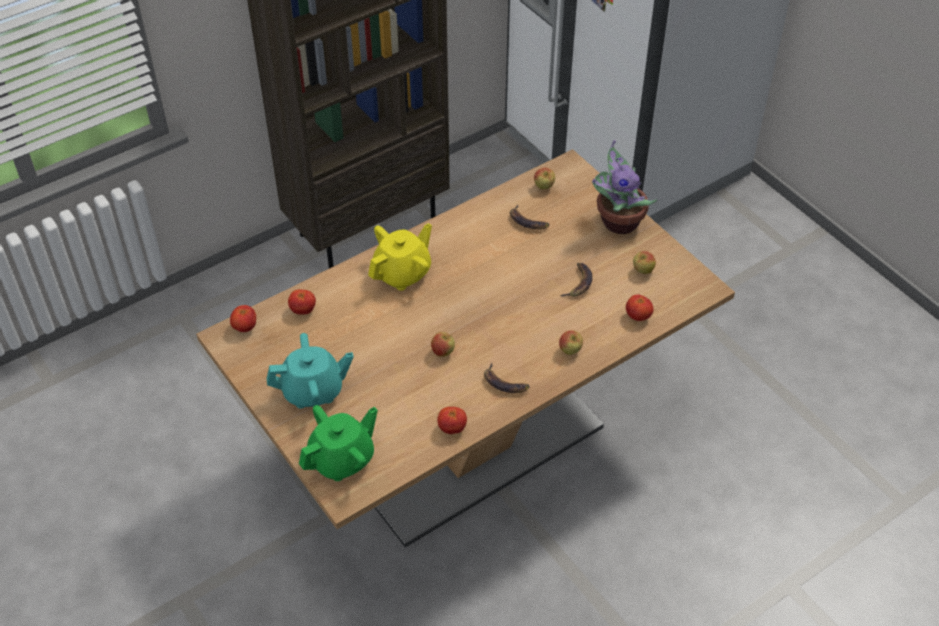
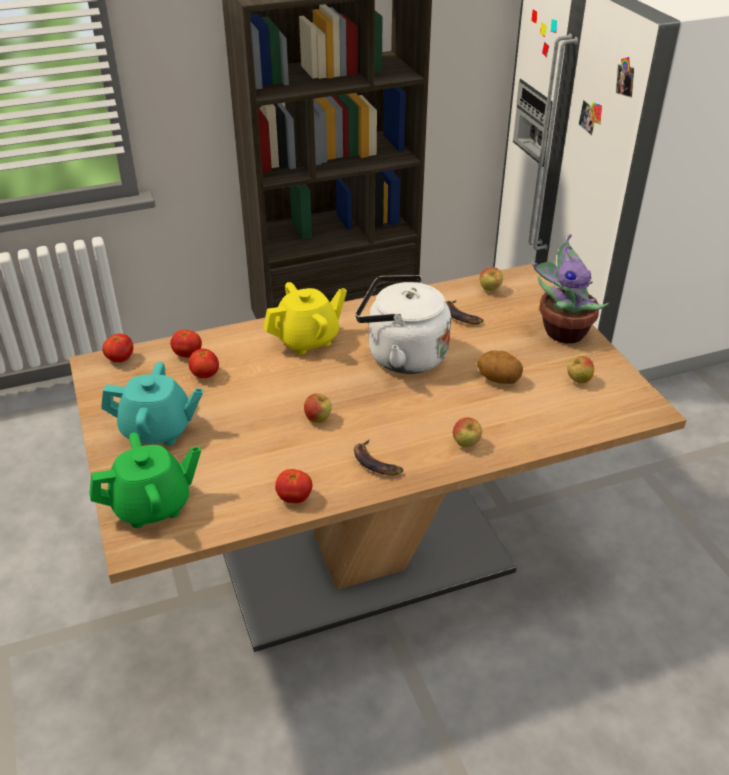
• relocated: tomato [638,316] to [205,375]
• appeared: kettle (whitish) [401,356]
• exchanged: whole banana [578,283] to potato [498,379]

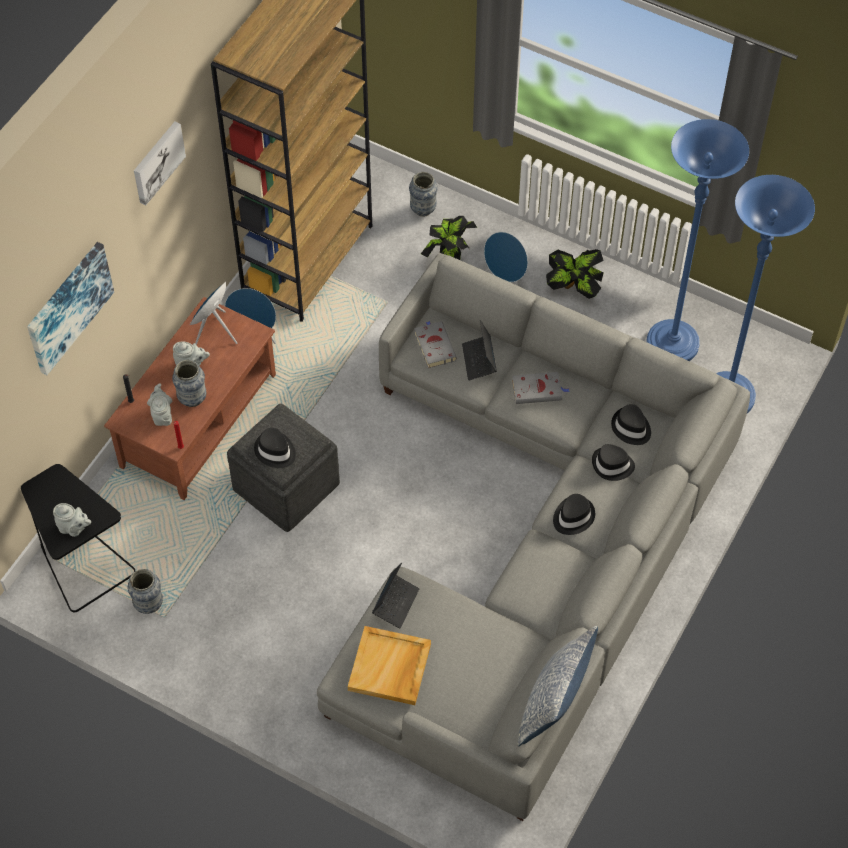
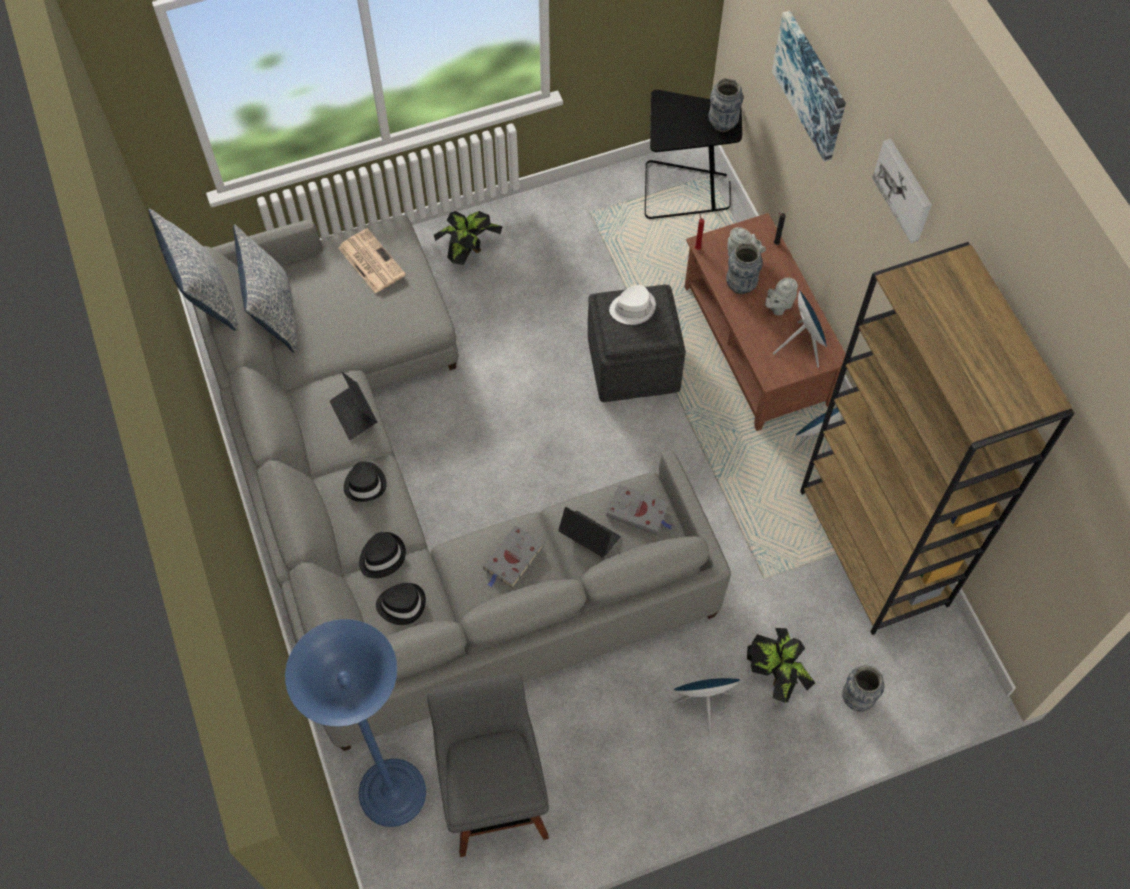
• appeared: cushion [274,313]
• relocated: notebook computer [395,603] to [354,414]
• exchanged: serving tray (beige) [390,668] to printed paper [370,261]
• exchanged: standard lamp (blue-coloured) [672,344] to sitting stool (gray) [495,796]
• relocated: plant in a pot [574,289] to [469,252]
• colour: hat (blackish) [275,451] to hat (whitish) [632,308]
• relocated: flower vase [148,604] to [722,124]
• missing: tea pot (gray) [74,528]

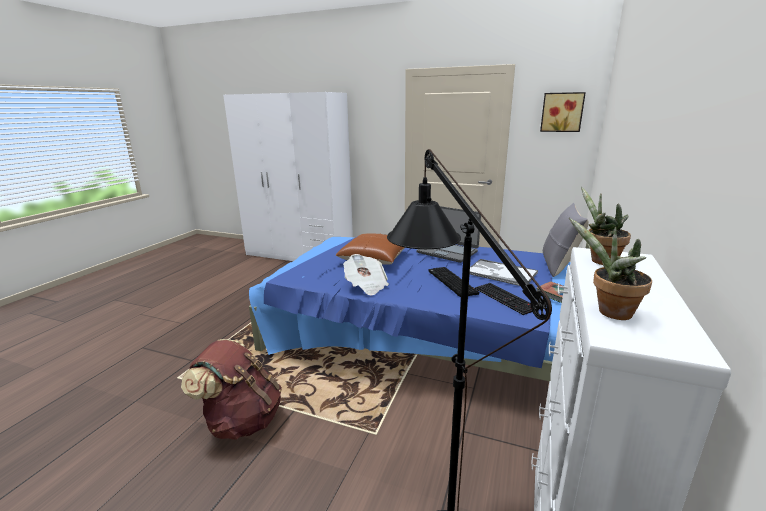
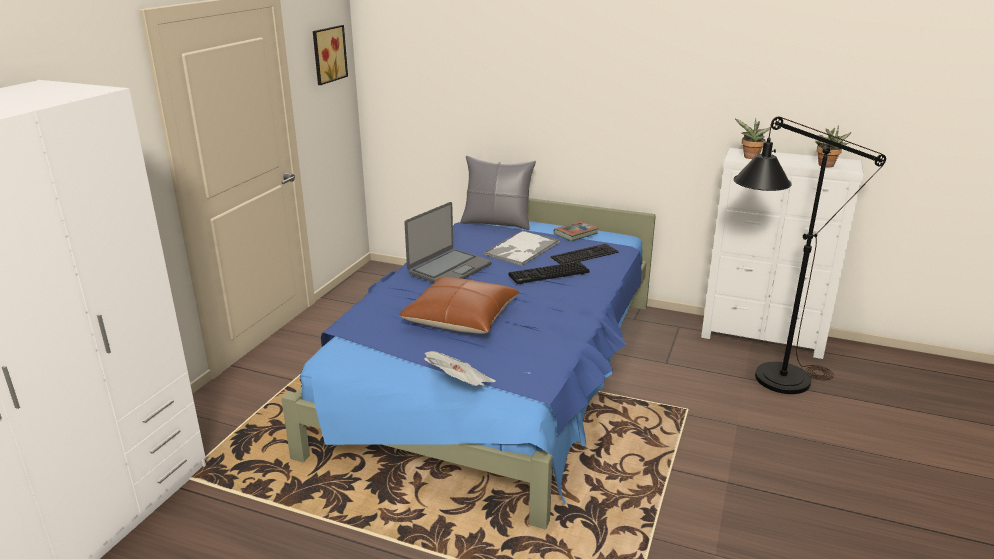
• relocated: printed paper [366,285] to [460,385]
• missing: knapsack (brownish) [242,420]

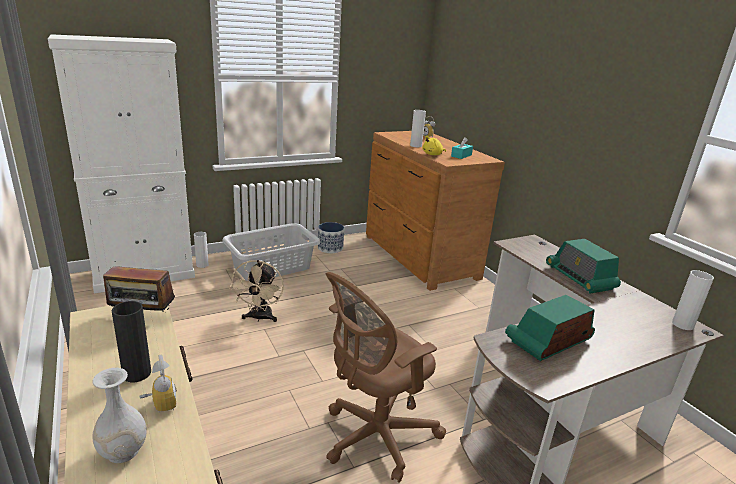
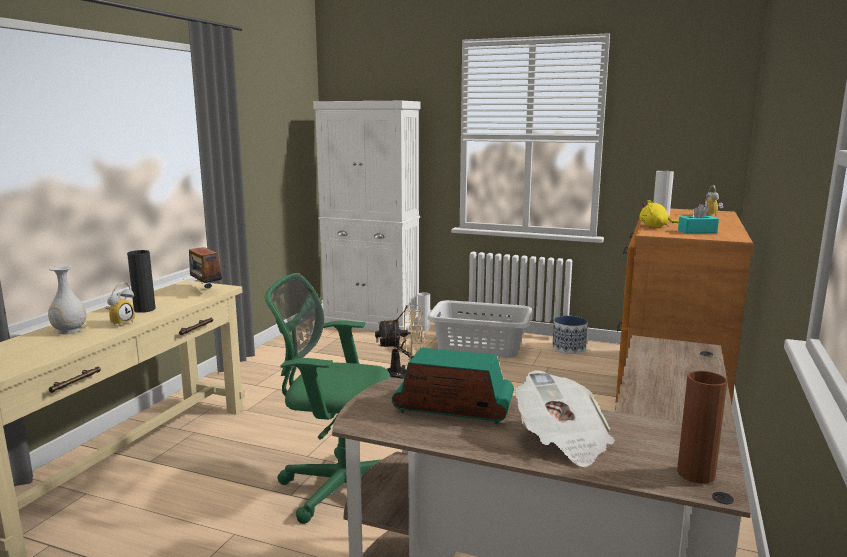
• colour: desk chair (brownish) [375,437] to desk chair (green-coloured) [340,488]
• spun: electric fan (beige) [259,318] = [402,376] 150 degrees counterclockwise
• appeared: printed paper [563,441]
• colour: flower vase (whitish) [682,324] to flower vase (brownish) [695,474]
• missing: radio receiver [580,278]

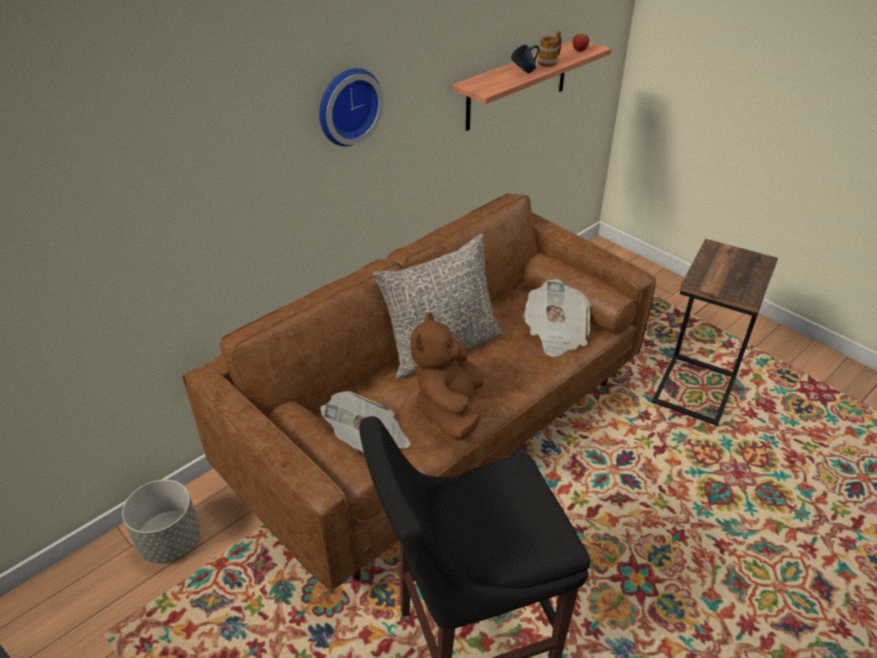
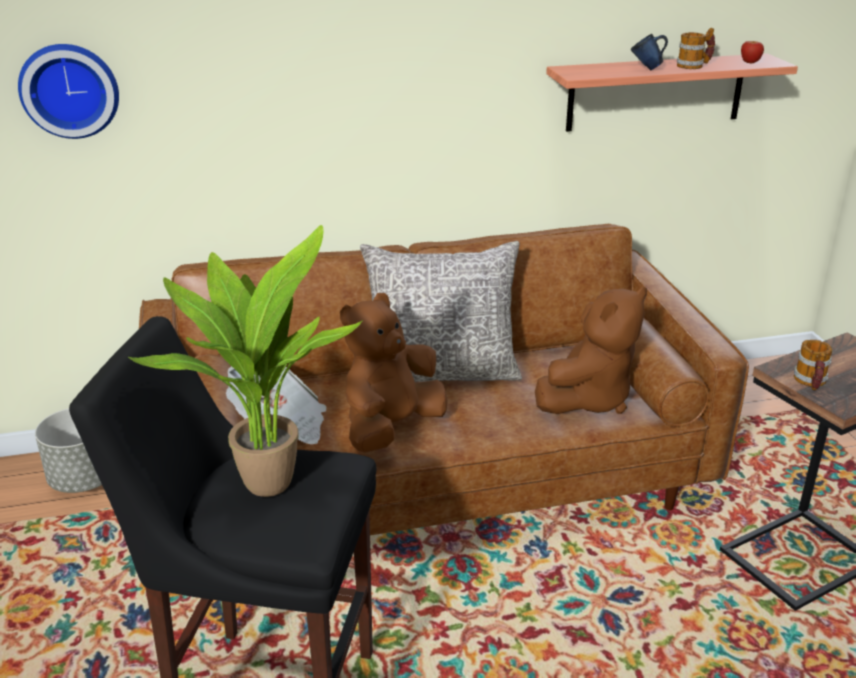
• relocated: clock on the wall [347,105] to [70,89]
• appeared: plant in a pot [265,480]
• exchanged: printed paper [555,333] to cuddly toy (brownish) [588,398]
• appeared: coffee mug [810,382]

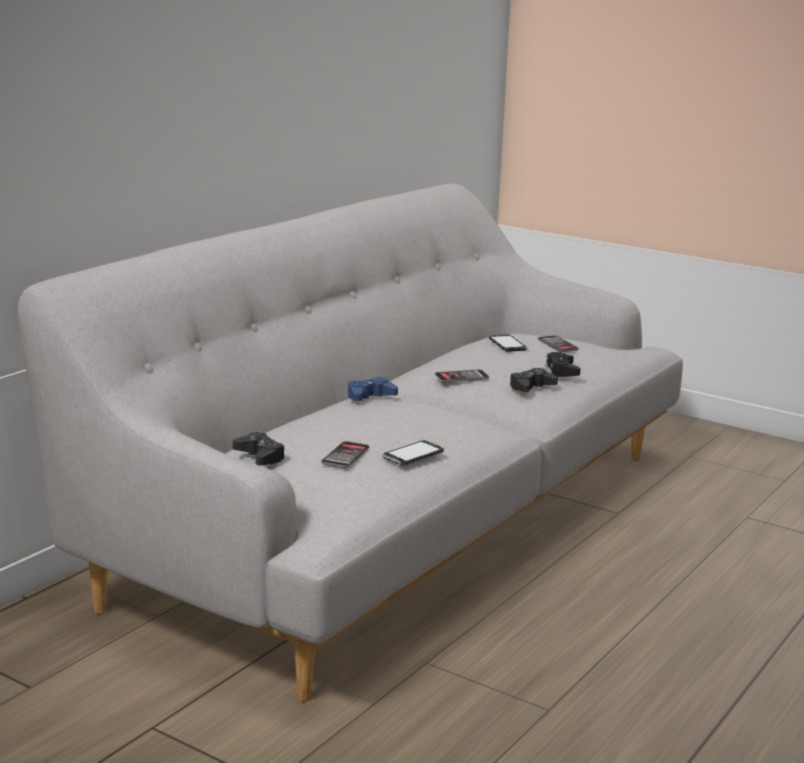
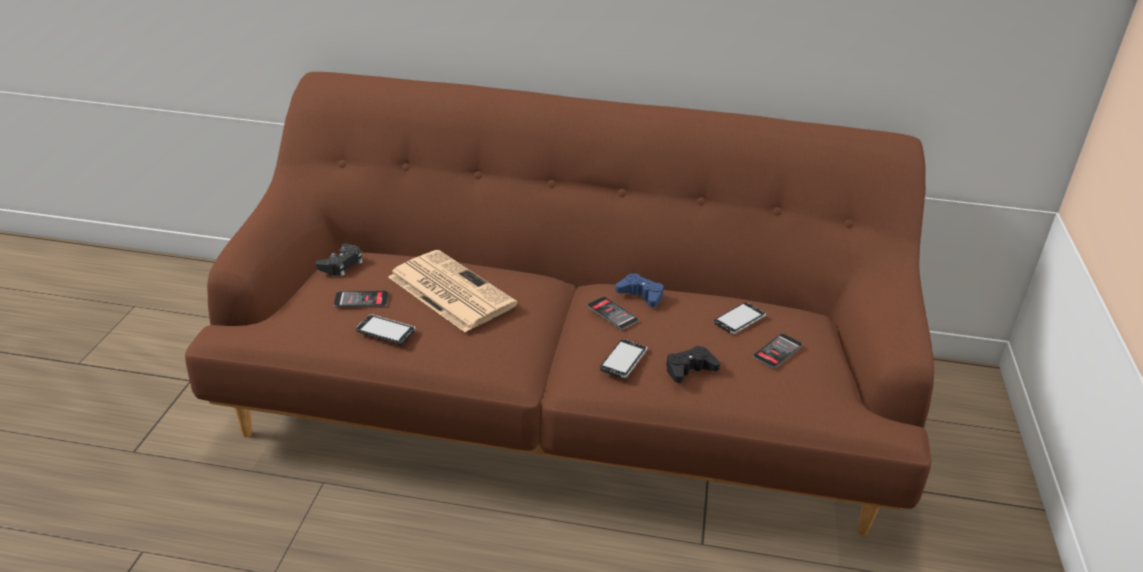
• colour: settee (gray) [397,521] to settee (brownish) [566,400]
• appeared: printed paper [449,291]
• exchanged: joypad (blackish) [531,387] to telephone [623,360]
• relocated: joypad (blue-coloured) [370,396] to [641,295]

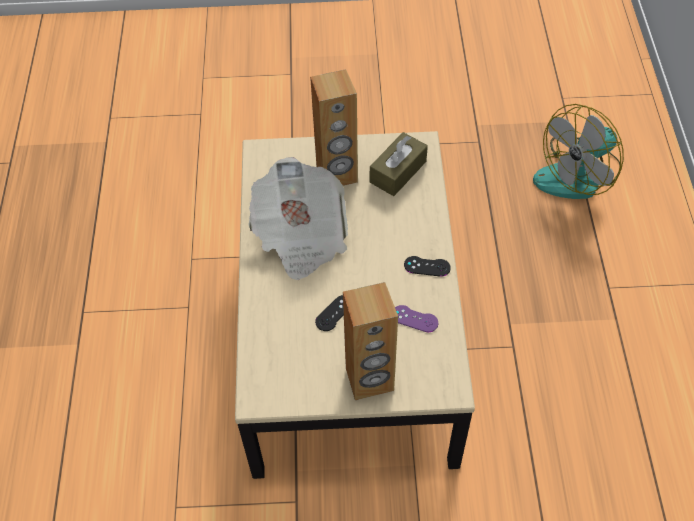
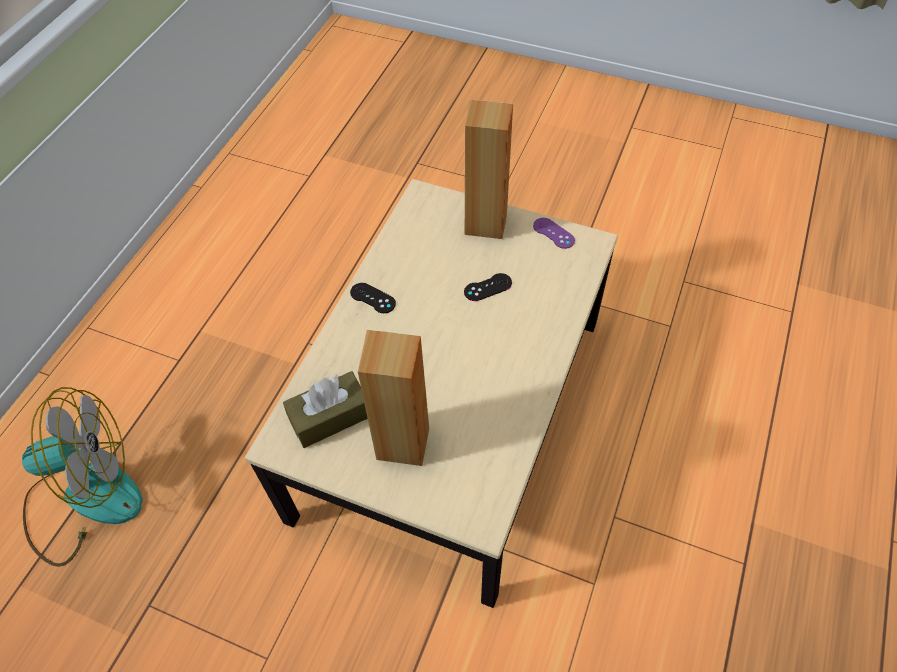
• relocated: joypad (purplish) [414,319] to [553,233]
• missing: printed paper [300,236]

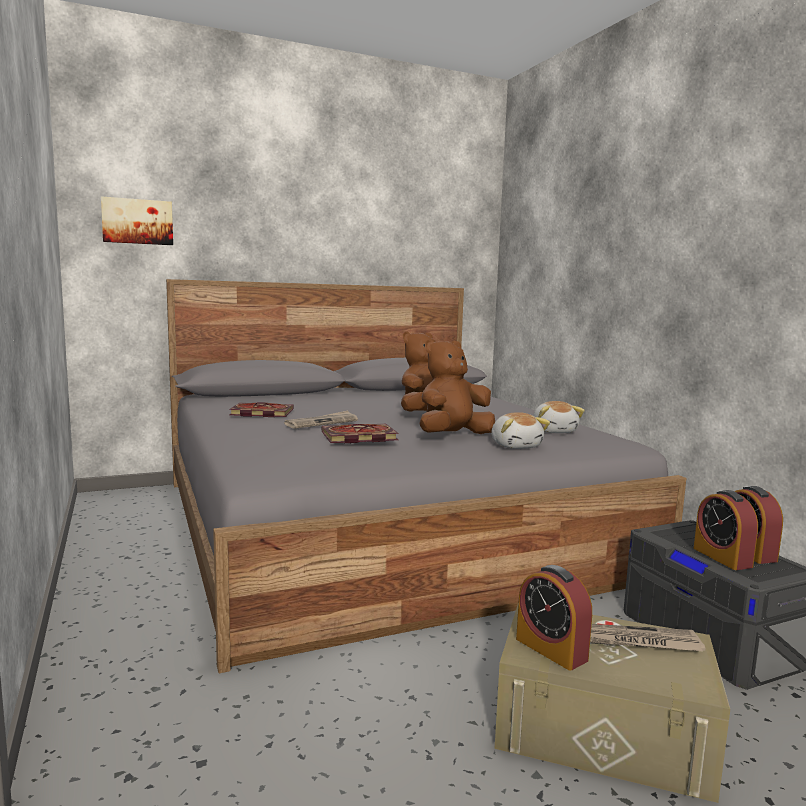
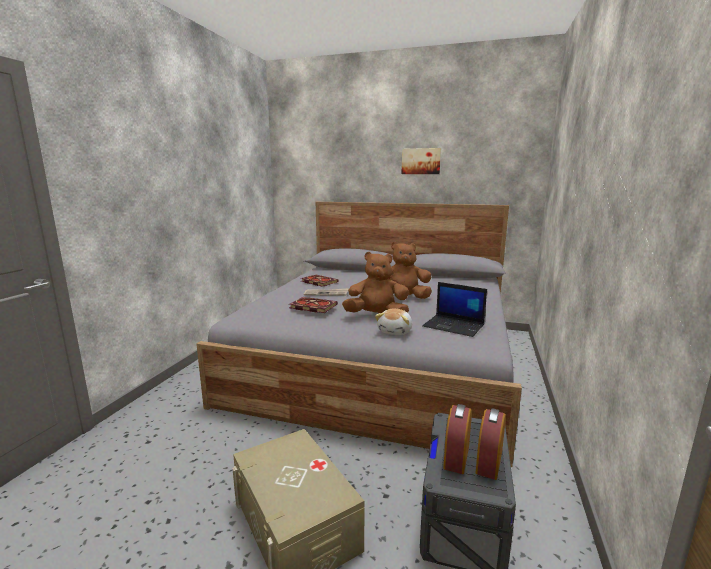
• relocated: picture [137,221] to [421,161]
• exchanged: cuddly toy [554,431] to notebook computer [454,326]
• missing: table clock [551,649]
• missing: printed paper [638,642]

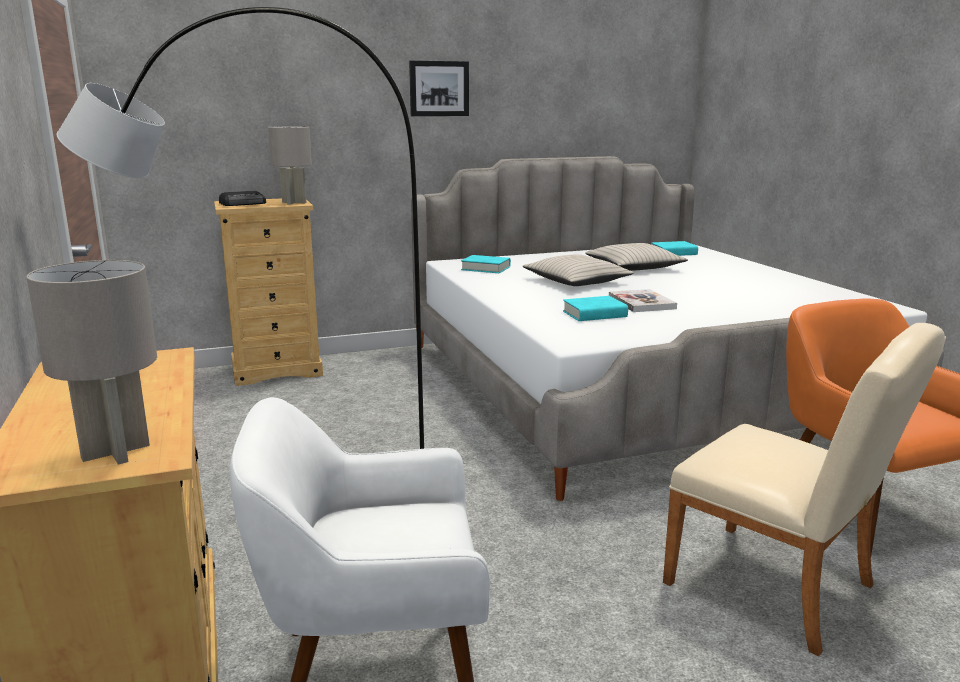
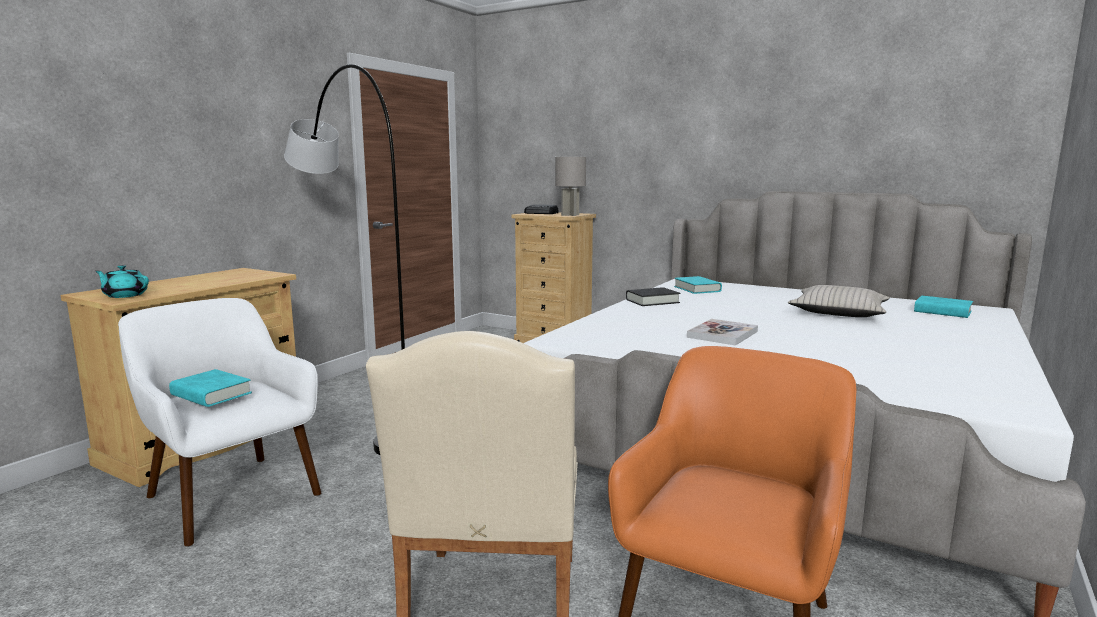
• exchanged: table lamp (gray) [115,452] to tea pot (turquoise) [125,295]
• relocated: bound book (turquoise) [594,314] to [211,394]
• appeared: bound book (blackish) [652,301]
• missing: picture [439,88]
• missing: cushion (beige) [576,281]

